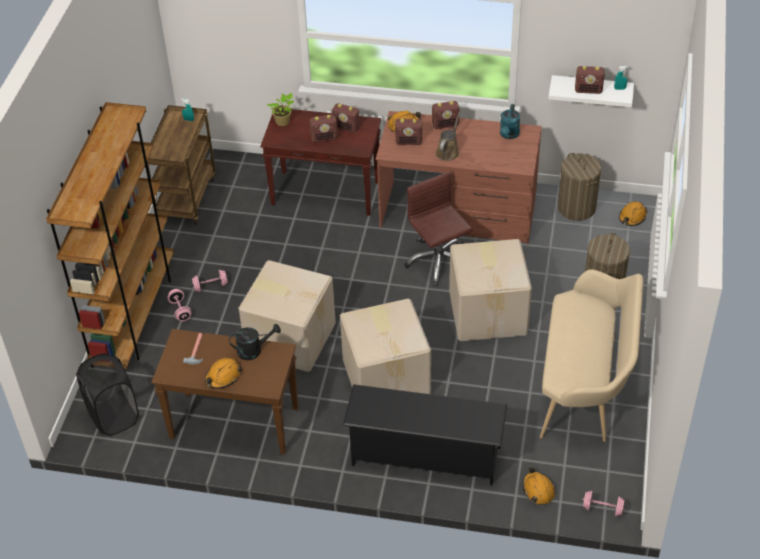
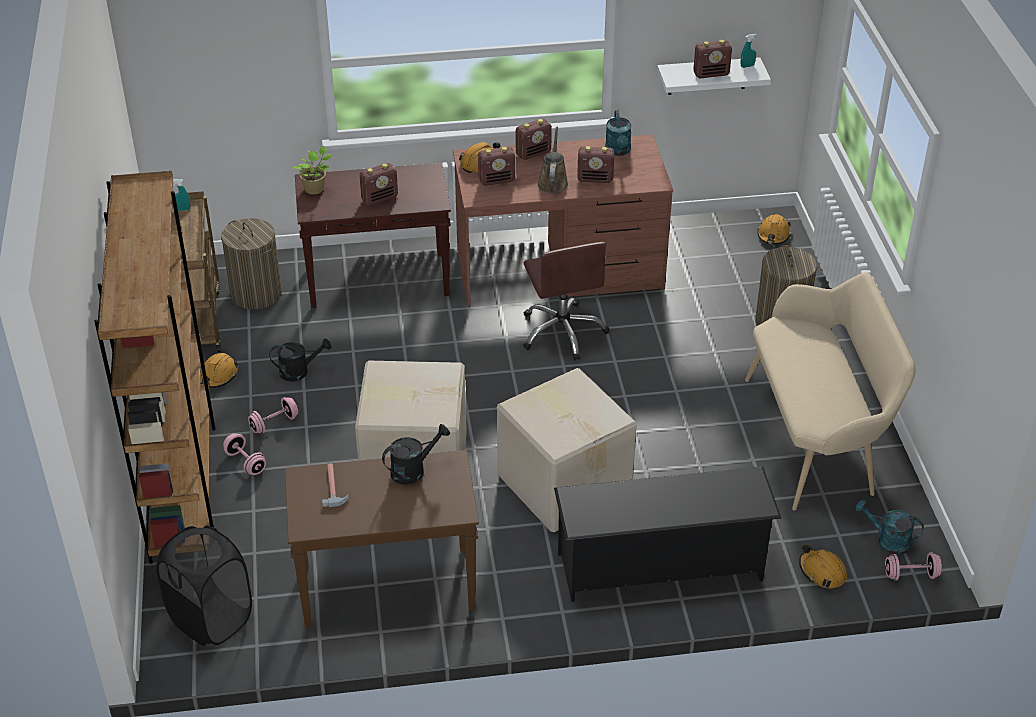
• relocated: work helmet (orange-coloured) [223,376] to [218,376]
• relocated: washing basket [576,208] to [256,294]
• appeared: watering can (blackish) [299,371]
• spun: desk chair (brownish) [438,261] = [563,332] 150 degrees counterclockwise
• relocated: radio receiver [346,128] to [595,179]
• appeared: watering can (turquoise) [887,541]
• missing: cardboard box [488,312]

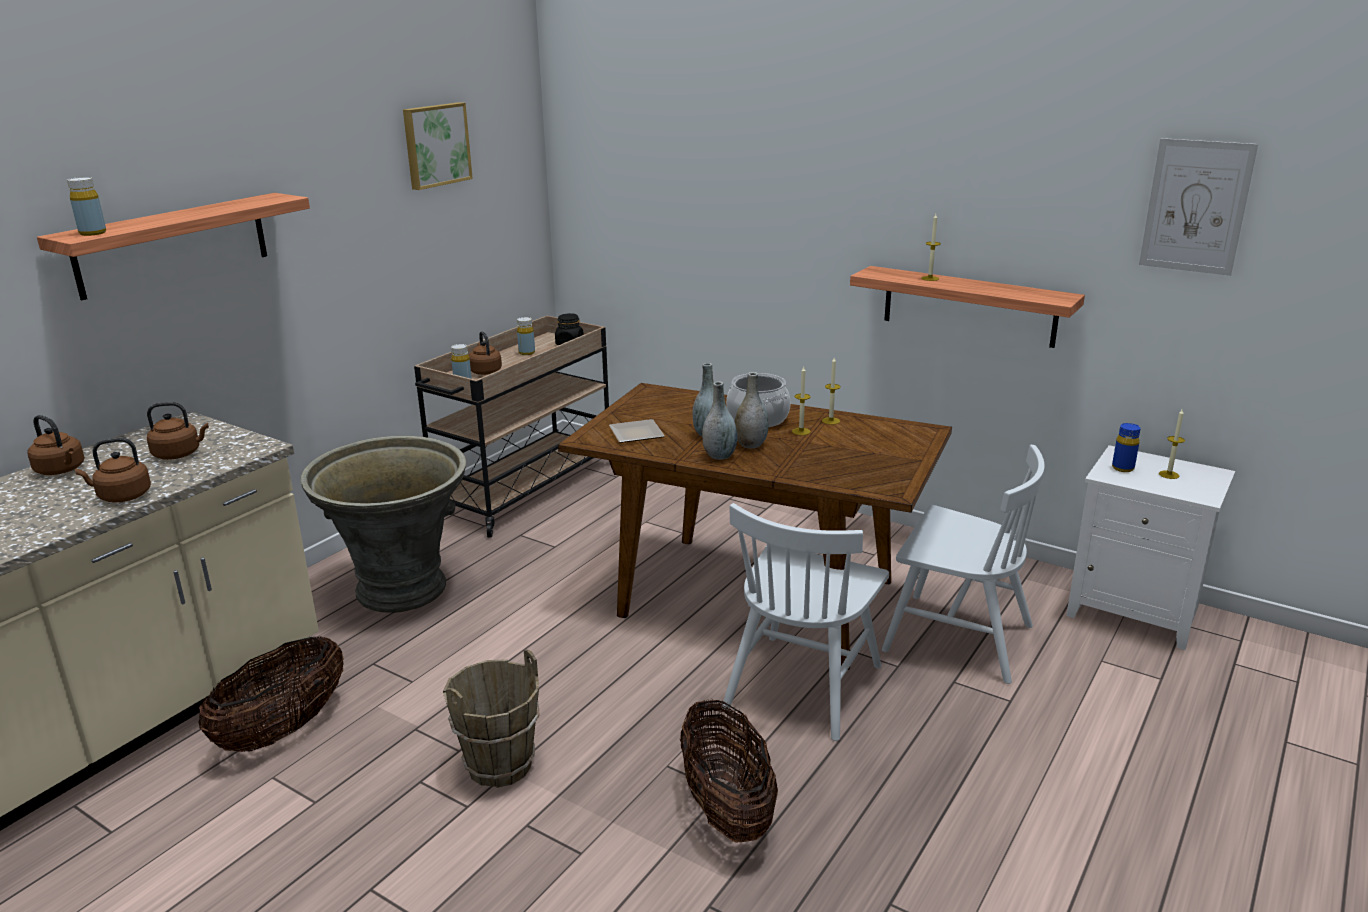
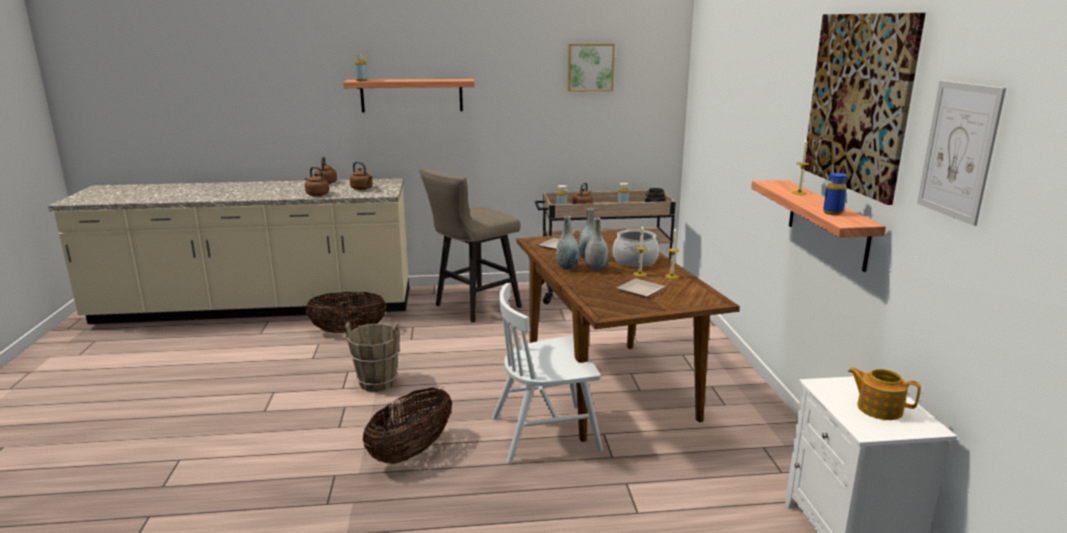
• exchanged: plant pot (gray) [401,591] to sitting stool (beige) [472,307]
• appeared: plate [639,290]
• appeared: picture [858,102]
• relocated: beverage bottle (blue-coloured) [1122,468] to [832,213]
• exchanged: wax candle [1169,474] to tea pot [878,408]
• missing: chair (whitish) [957,638]

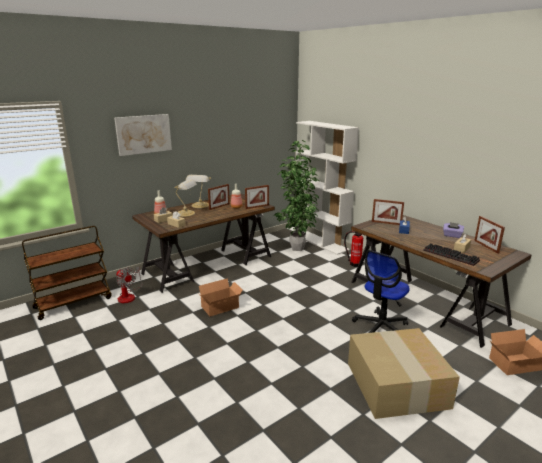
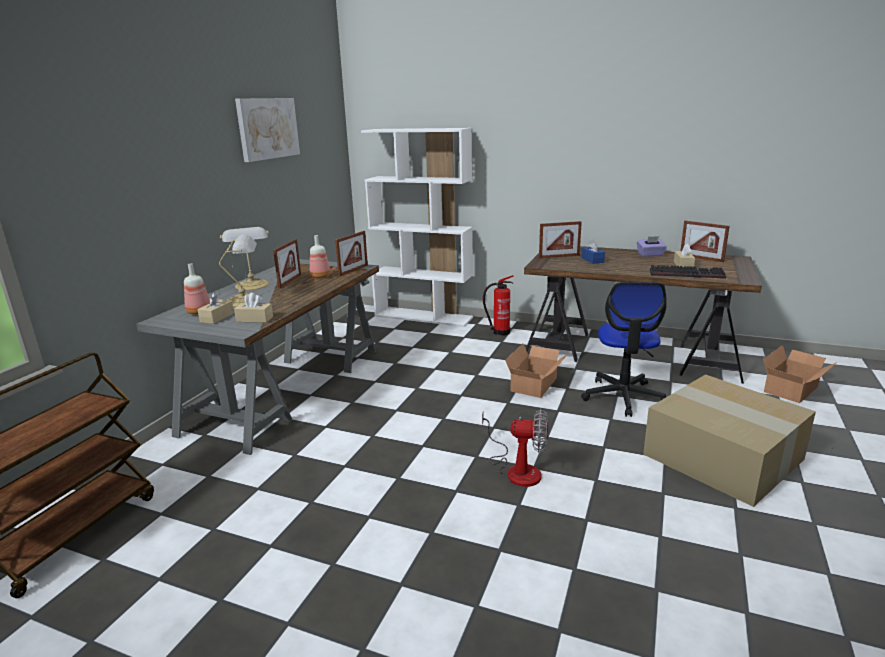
• colour: desk (brownish) [208,264] to desk (gray) [286,388]
• relocated: picture [143,134] to [267,128]
• relocated: electric fan [129,295] to [517,469]
• relocated: cardboard box [221,307] to [536,384]
• missing: plant in a pot [295,249]

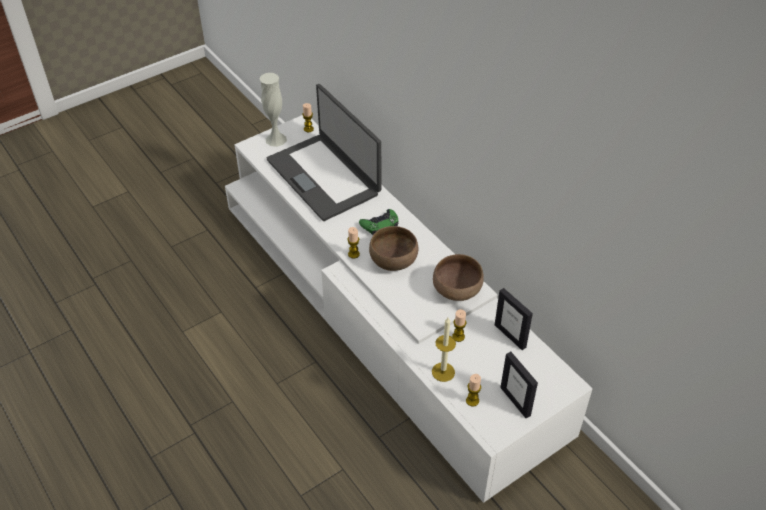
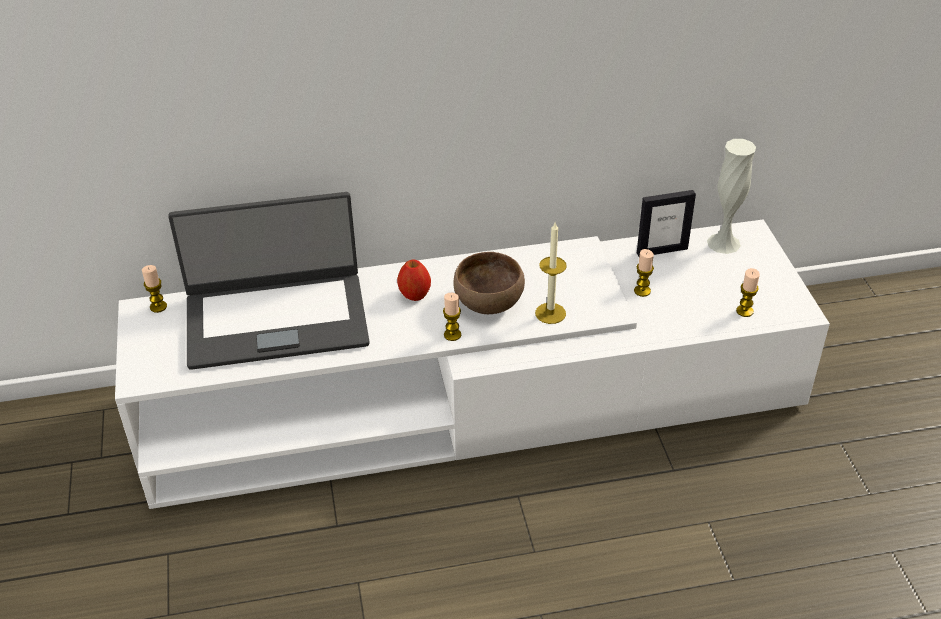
• exchanged: joypad (green-coloured) [380,225] to apple fruit [414,294]
• relocated: wax candle [443,372] to [550,313]
• relocated: flower vase (whitish) [276,139] to [723,243]
• missing: deep dish (brownish) [457,291]
• missing: picture frame [515,401]

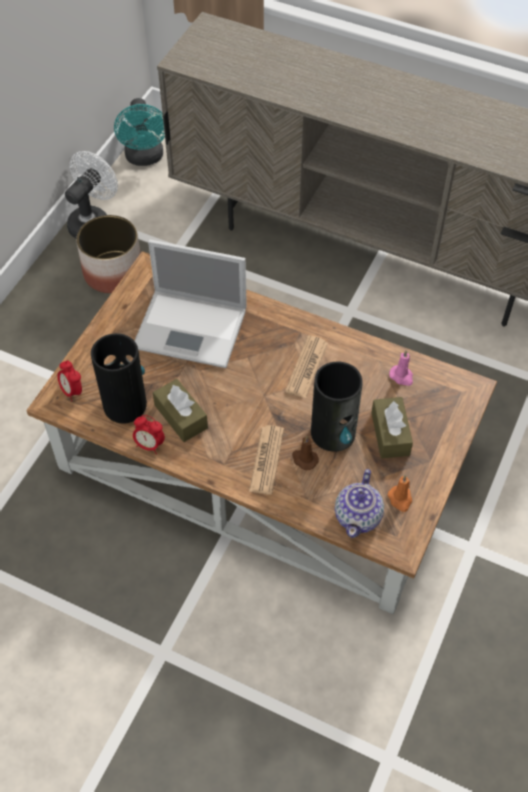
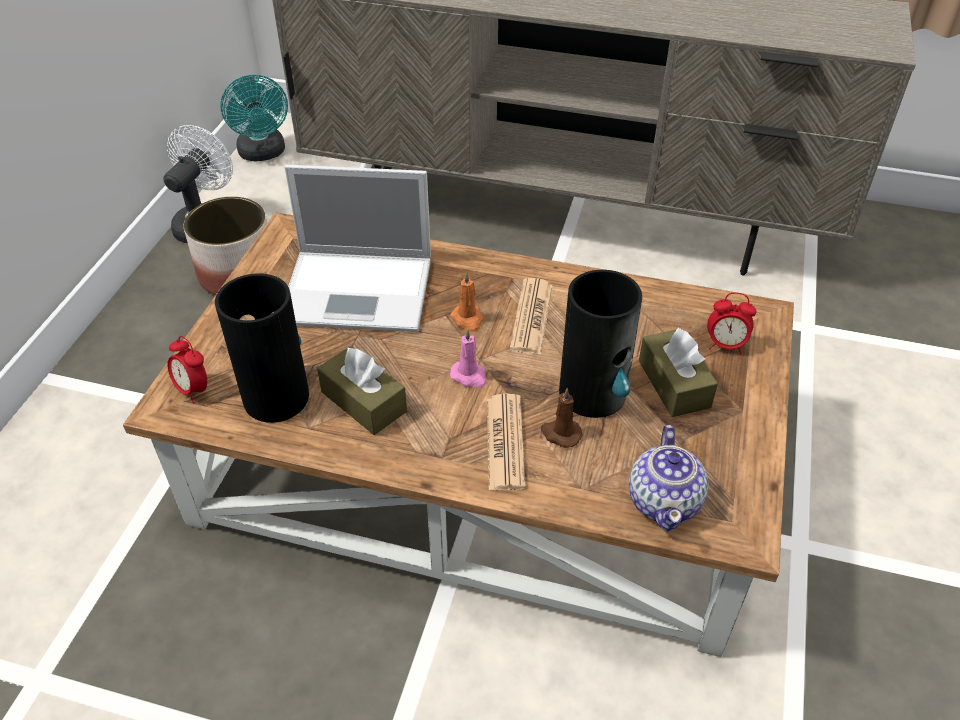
• relocated: wax candle (orange-coloured) [400,499] to [468,319]
• relocated: wax candle (pink-coloured) [402,376] to [469,376]
• relocated: table clock [149,445] to [725,345]

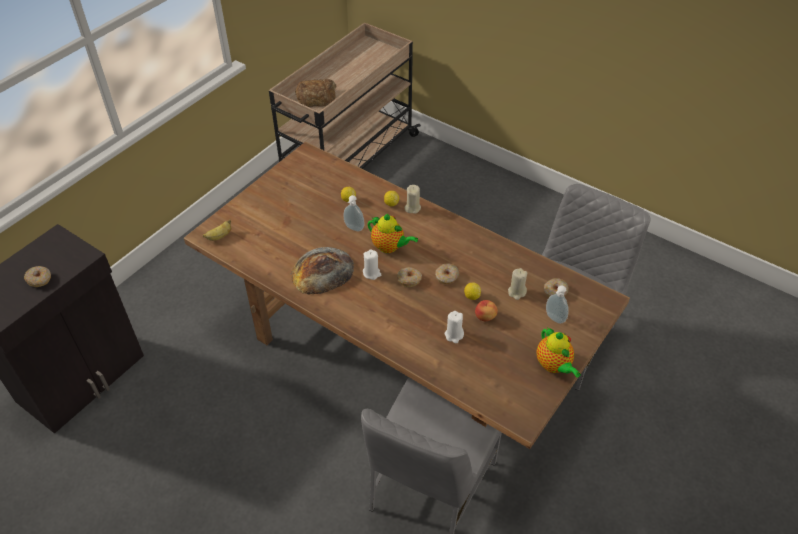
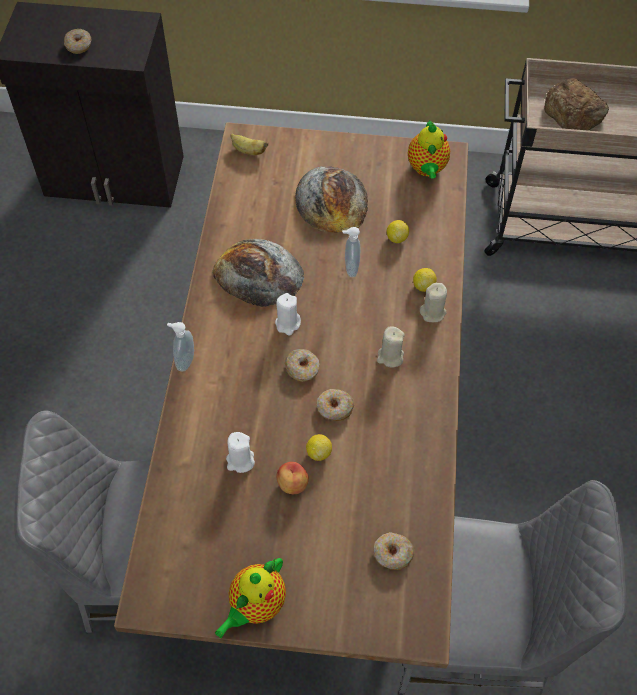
• relocated: liquid soap bottle [554,319] to [184,361]
• appeared: bakery bread [332,199]
• relocated: wax candle (beige) [517,292] to [390,357]
• relocated: tea pot [389,247] to [427,169]

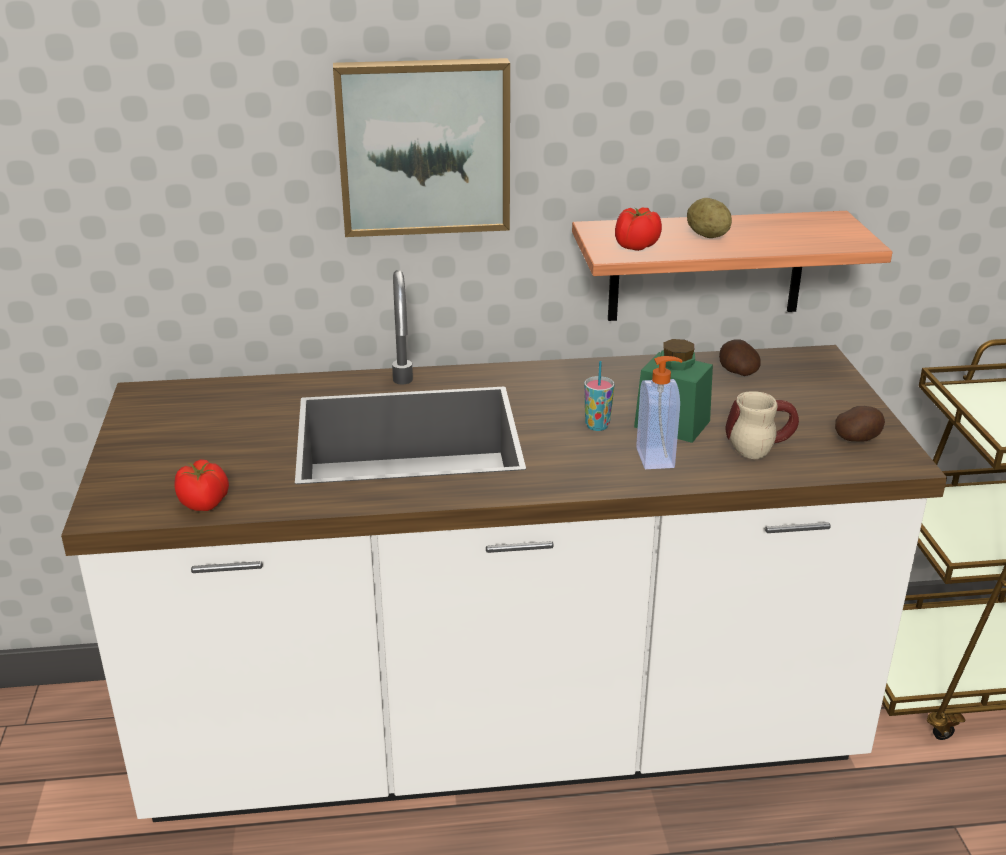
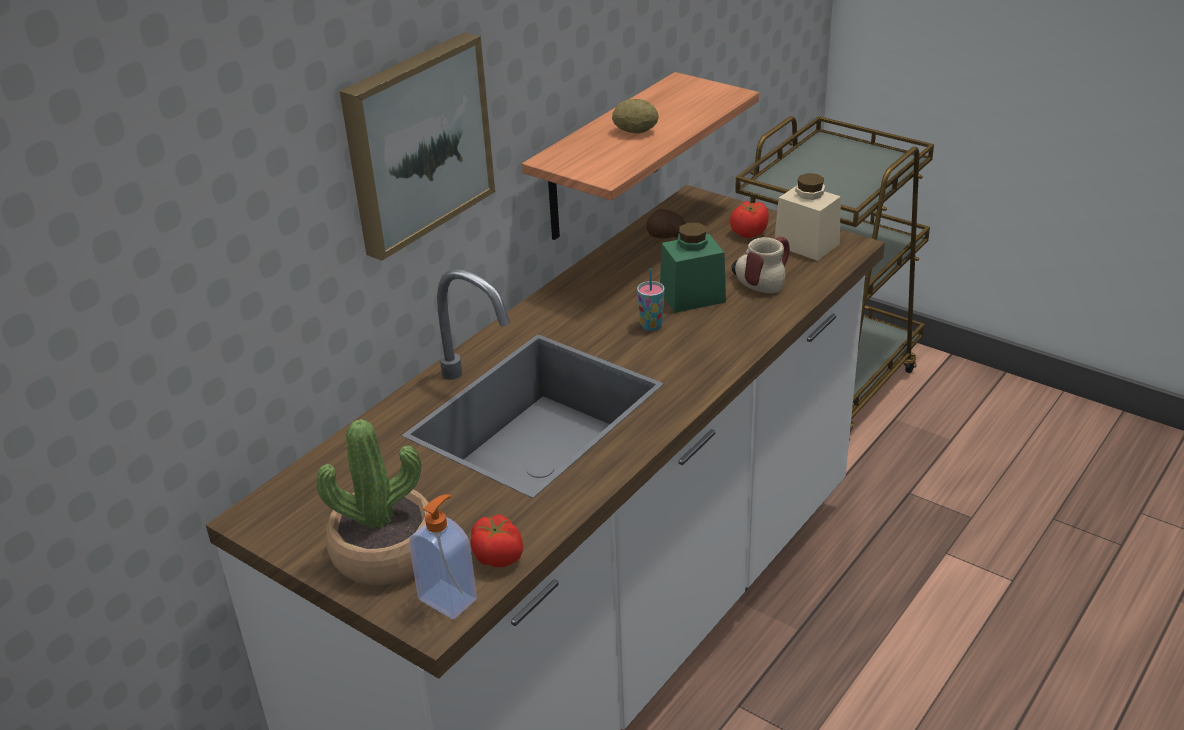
• appeared: plant in a pot [386,552]
• relocated: liquid soap bottle [656,458] to [449,598]
• relocated: tomato [636,246] to [748,233]
• exchanged: potato [857,439] to preserve jar (beige) [806,244]

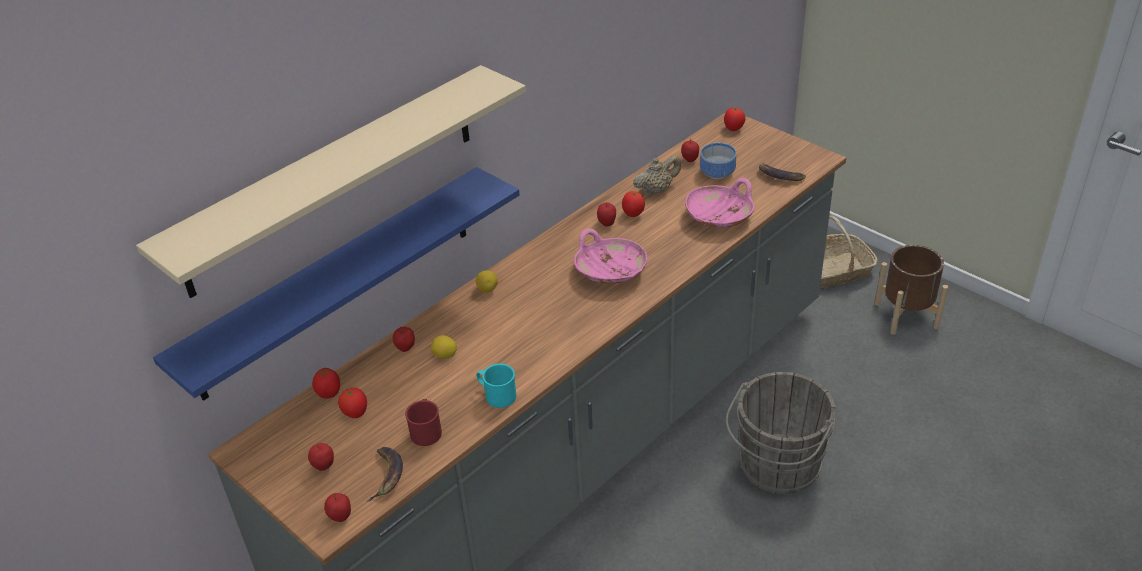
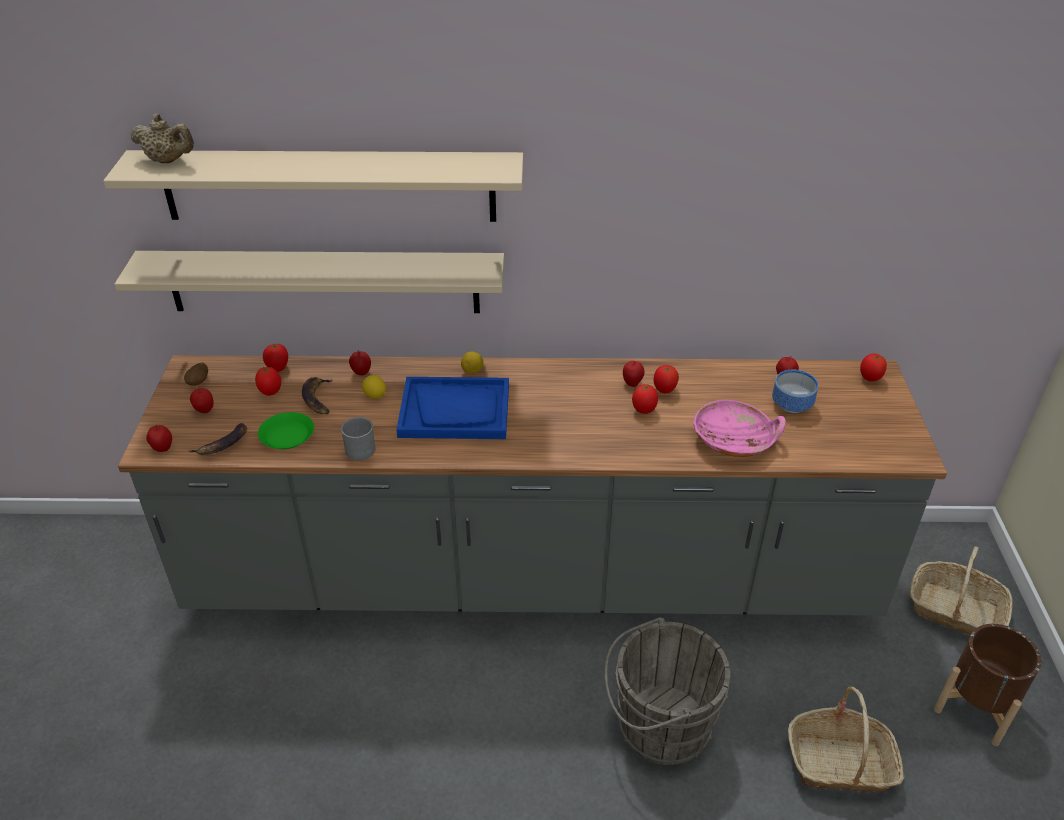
• colour: wall shelf (blue-coloured) [337,282] to wall shelf (beige) [324,281]
• relocated: tea pot (beige) [656,190] to [168,161]
• appeared: potato [199,382]
• exchanged: coffee mug (red-coloured) [426,430] to plate (green-coloured) [287,435]
• relocated: whole banana [779,176] to [318,398]
• colour: coffee mug (turquoise) [496,395] to coffee mug (gray) [360,447]
• appeared: serving tray (blue-coloured) [455,410]
• appeared: tomato [644,410]
• appeared: basket [840,763]
• missing: deep dish (pink-coloured) [609,270]

